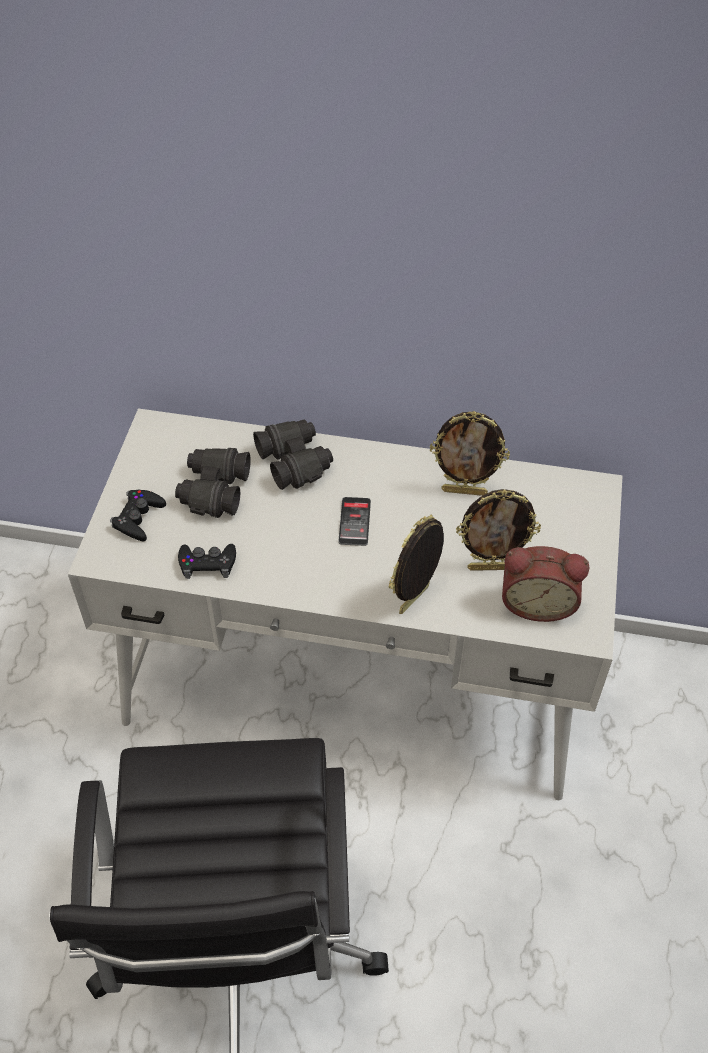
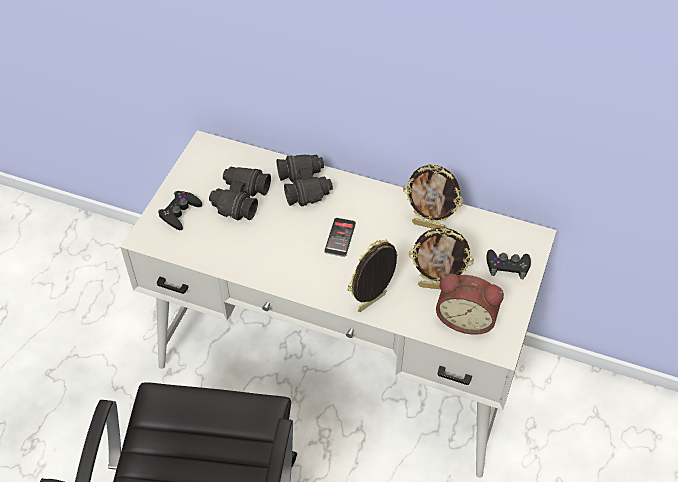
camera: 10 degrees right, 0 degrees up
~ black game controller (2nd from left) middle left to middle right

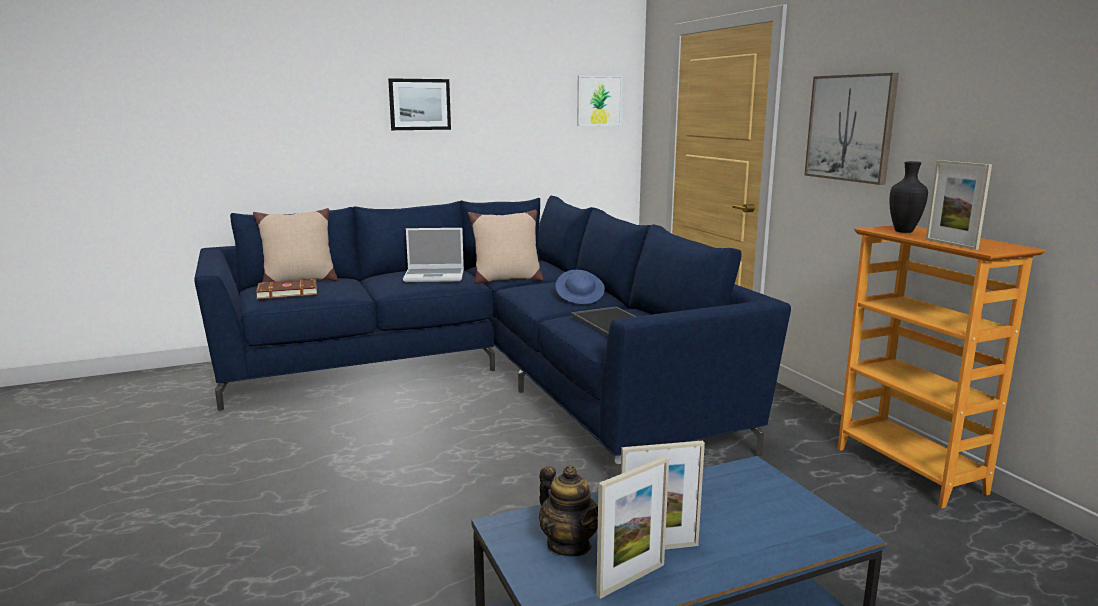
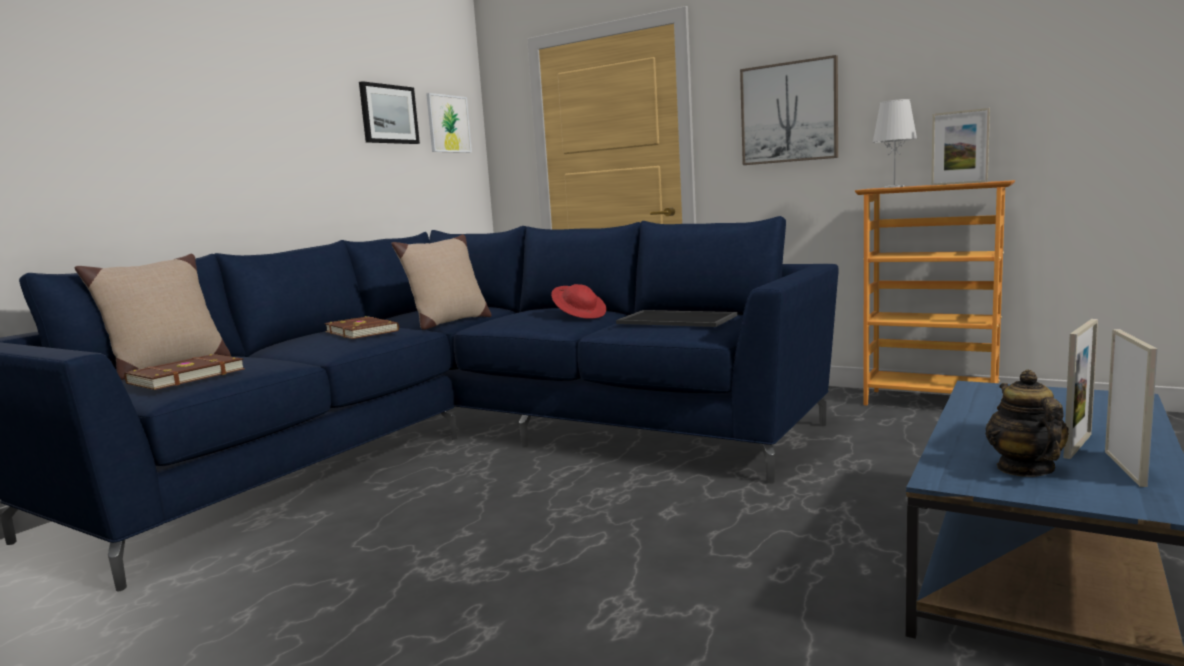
camera: 35 degrees left, 5 degrees down
~ picture (1st from left) top centre to top left
~ laptop centre to brown book (2nd from left) middle left
~ black vase top right to white table lamp top right
~ blue hat centre to red hat centre
~ teapot bottom centre = middle right 105 degrees counterclockwise

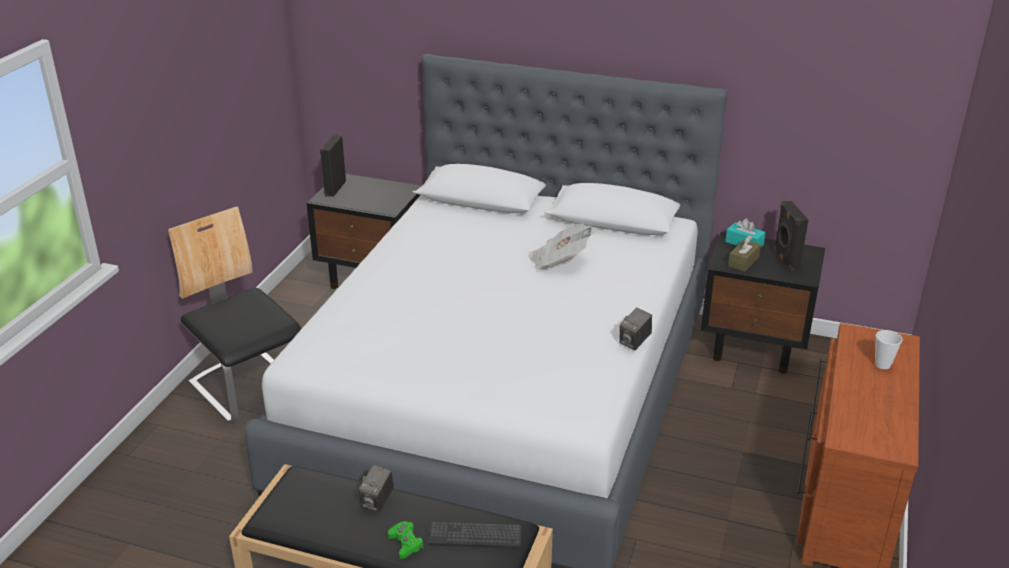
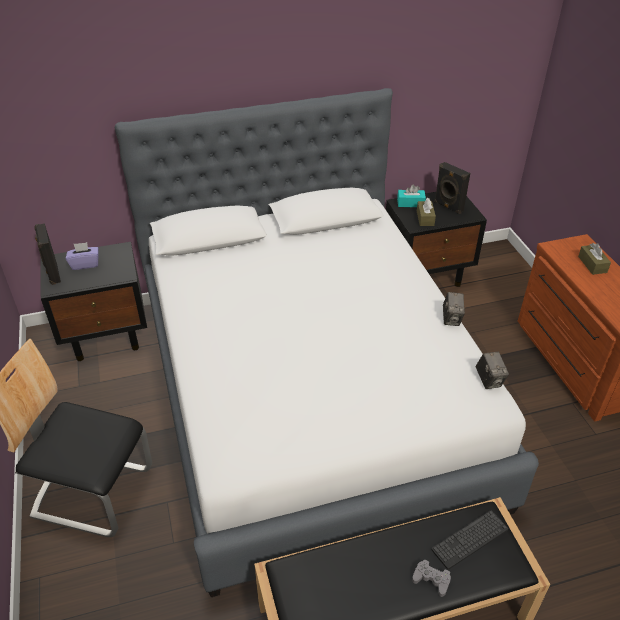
camera: 35 degrees left, 10 degrees up
- newspaper centre
+ purple tissue box middle left
~ photo camera (1st from left in the first image) bottom centre to photo camera (2nd from left) middle right
~ cup middle right to brown tissue box (2nd from left) middle right
~ green game controller bottom centre to grey game controller bottom right

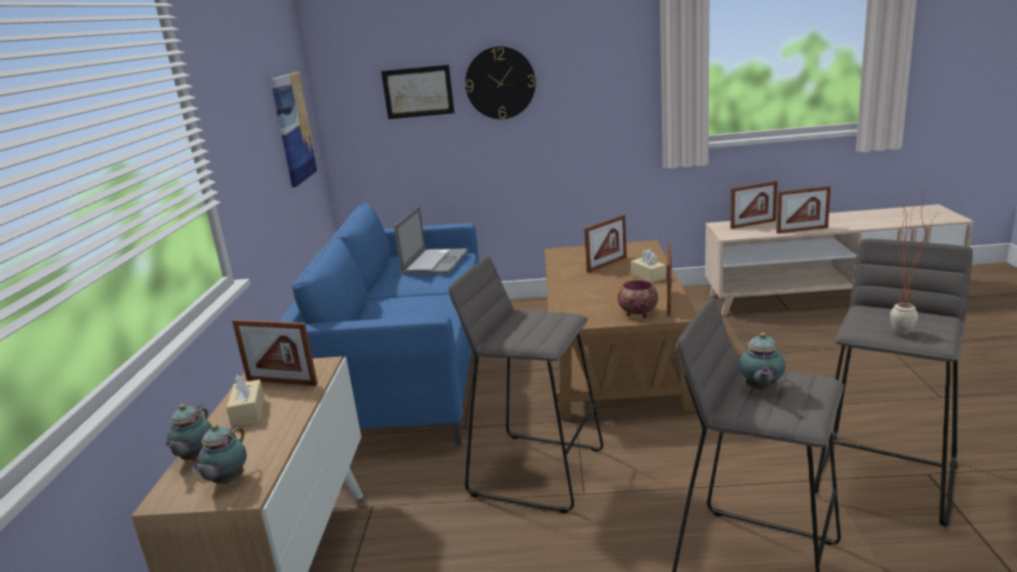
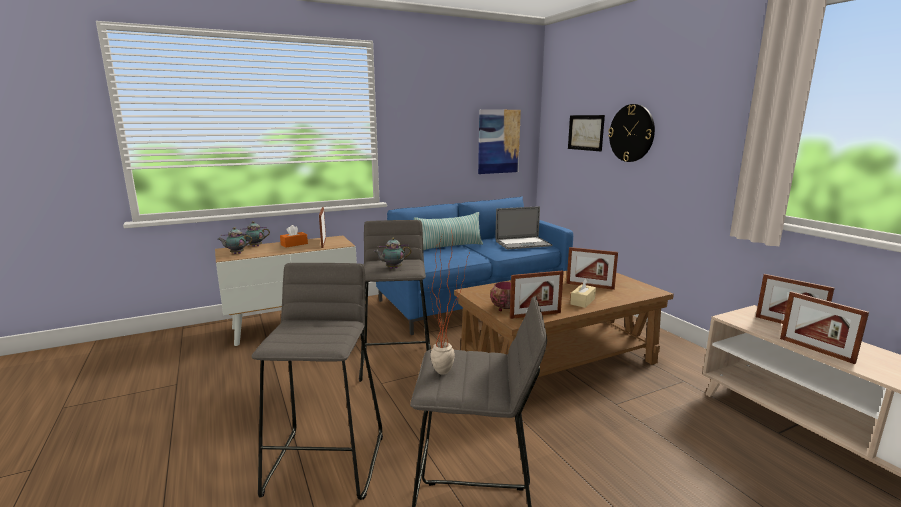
camera: 60 degrees right, 5 degrees down
+ pillow centre
~ teapot (3rd from left) middle right to centre
~ beige tissue box (1st from left) bottom left to orange tissue box middle left

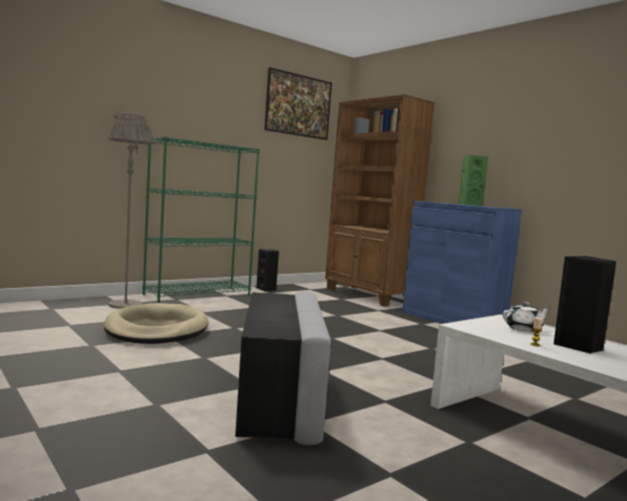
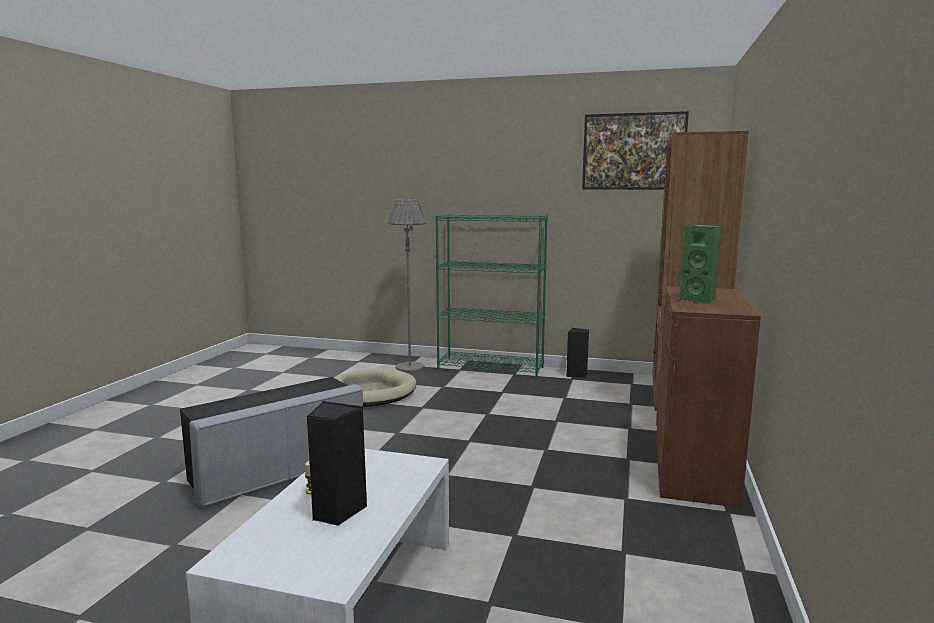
camera: 55 degrees right, 5 degrees up
- white teapot middle right
~ blue cabinet middle right to brown cabinet middle right

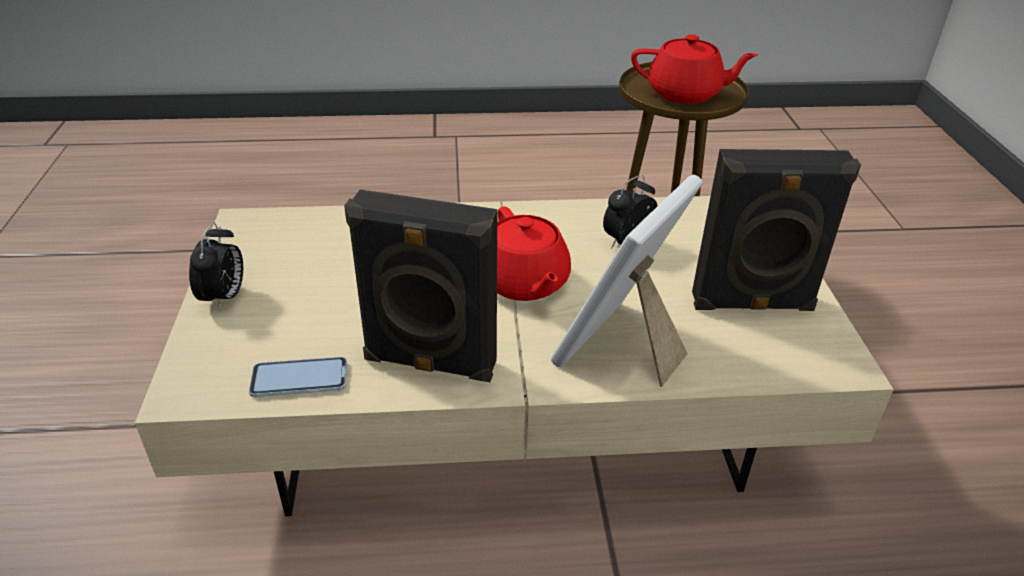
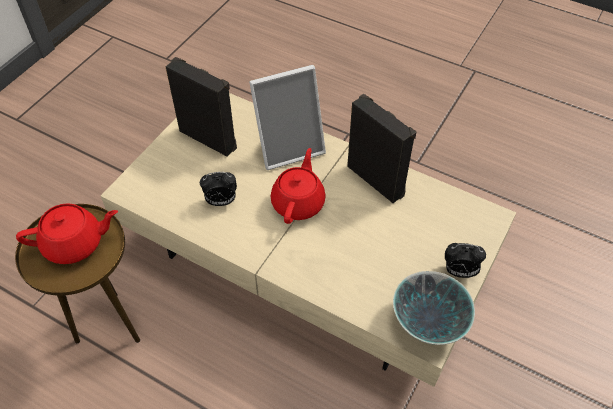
camera: 145 degrees left, 15 degrees up
- phone middle left
+ bowl bottom right
~ alarm clock (1st from left in the first image) middle left = middle right 120 degrees counterclockwise
~ red teapot (2nd from left in the first image) top right = middle left 120 degrees clockwise

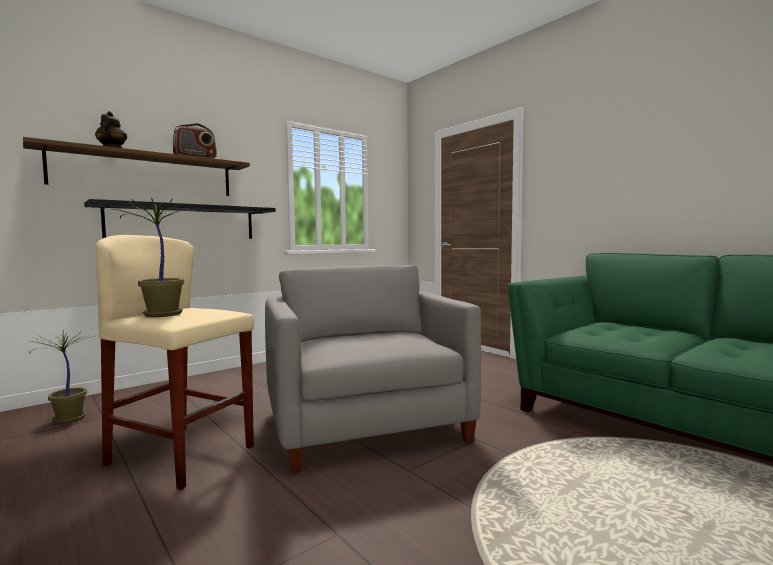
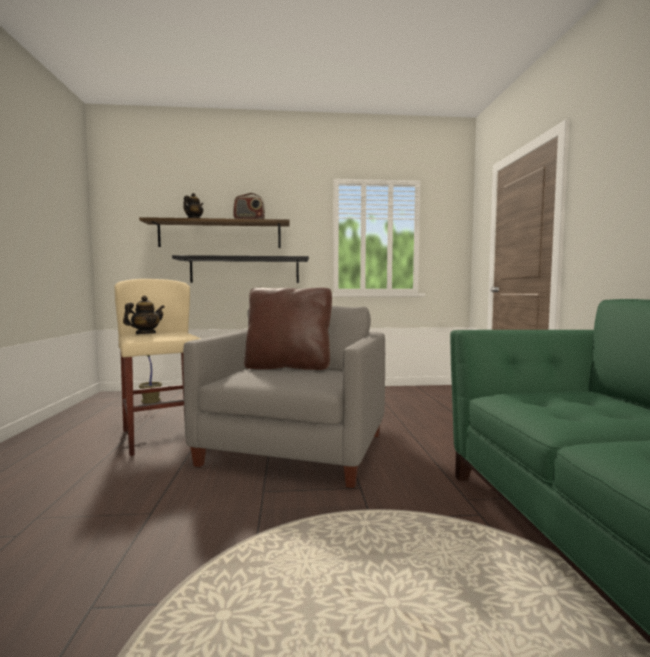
camera: 35 degrees right, 0 degrees up
+ brown pillow centre
~ potted plant (2nd from left) middle left to teapot (1st from left) middle left

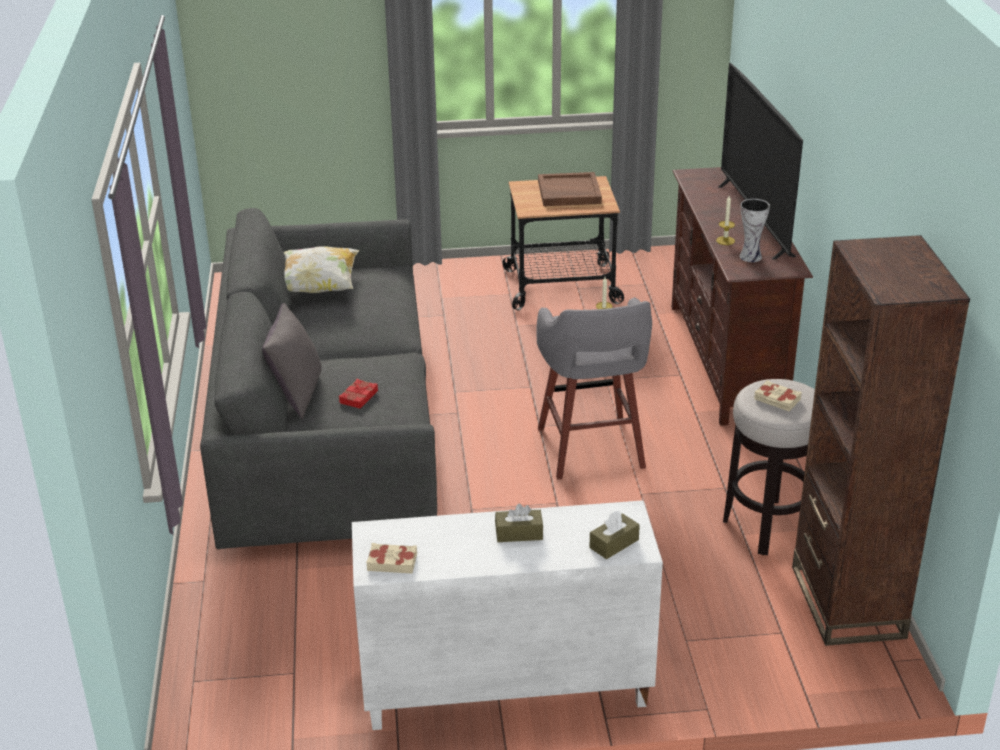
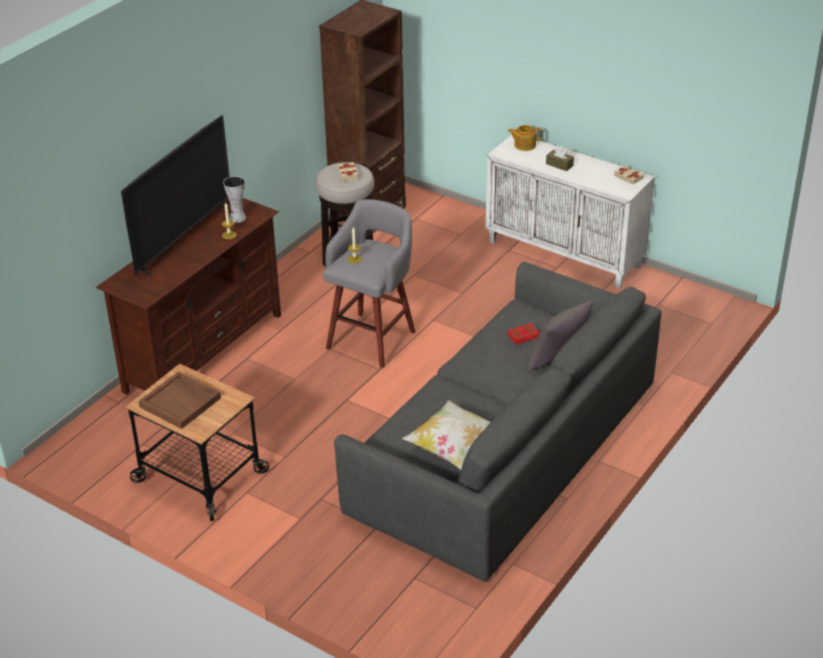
camera: 140 degrees left, 5 degrees up
~ brown tissue box (2nd from left) bottom centre to teapot top centre

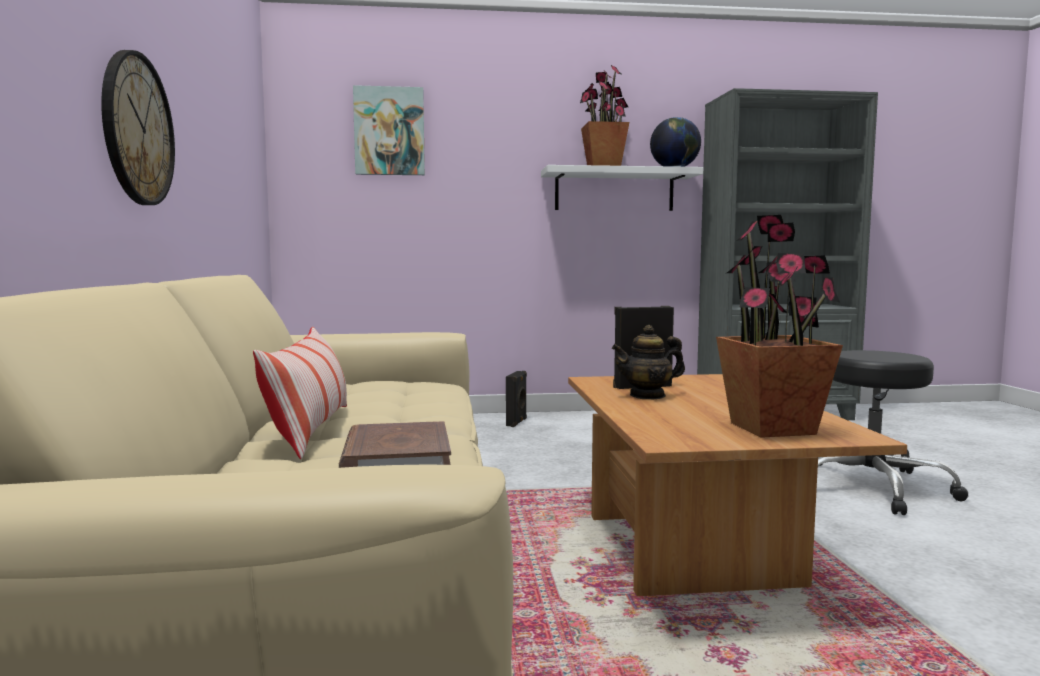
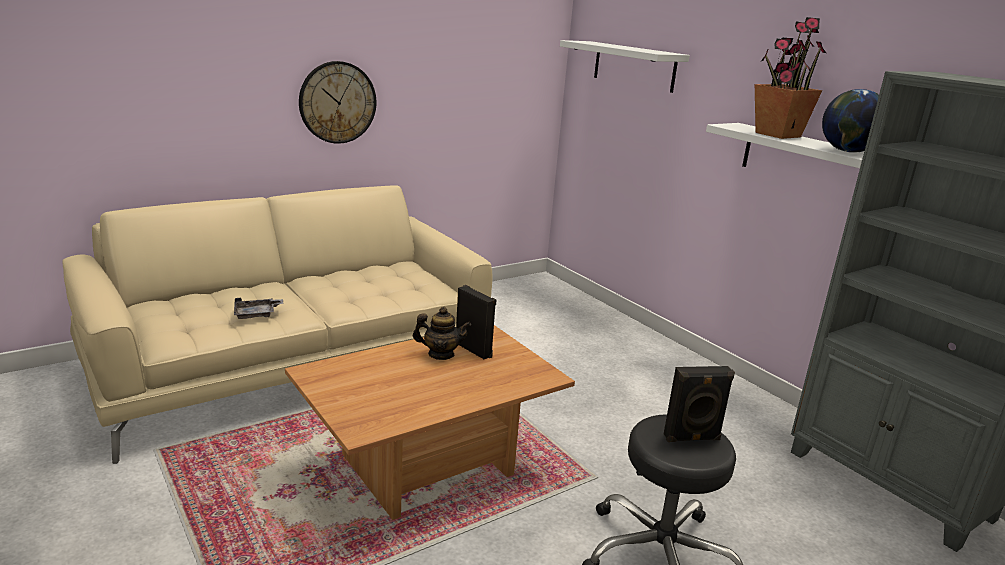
camera: 60 degrees right, 15 degrees up
- pillow middle left
- potted plant (2nd from left) middle right
~ black speaker (1st from left in the first image) centre to black speaker (2nd from left) bottom right
~ brown book centre to grey tray middle left
~ picture top centre to white shelf (1st from left) top centre
~ teapot centre = centre 135 degrees clockwise

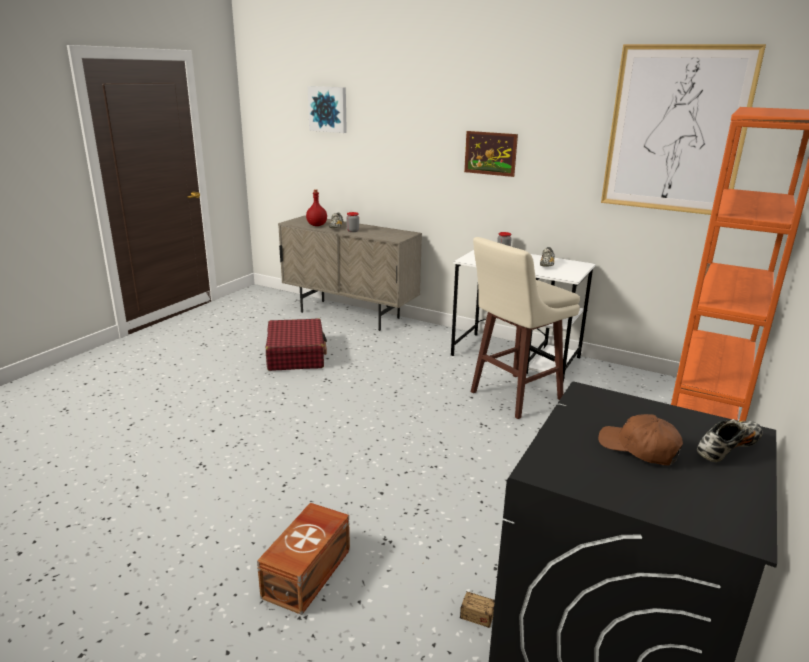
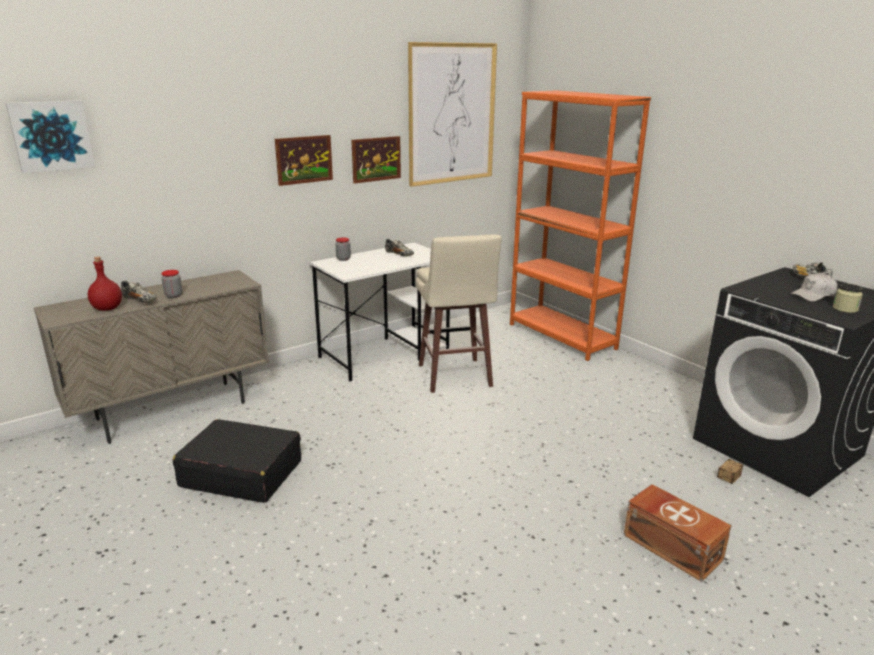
camera: 65 degrees left, 0 degrees up
+ picture (3rd from left) top centre
+ jar (3rd from left) middle right
~ red suitcase centre to black suitcase bottom left
~ brown cap middle right to white cap middle right

